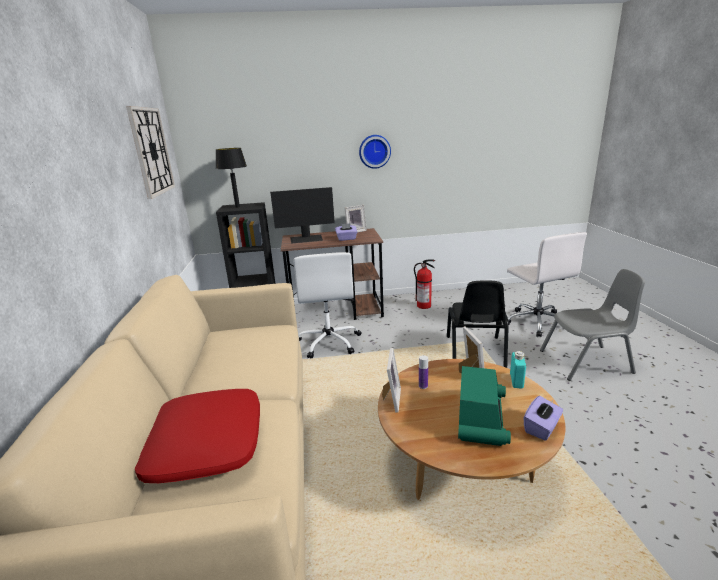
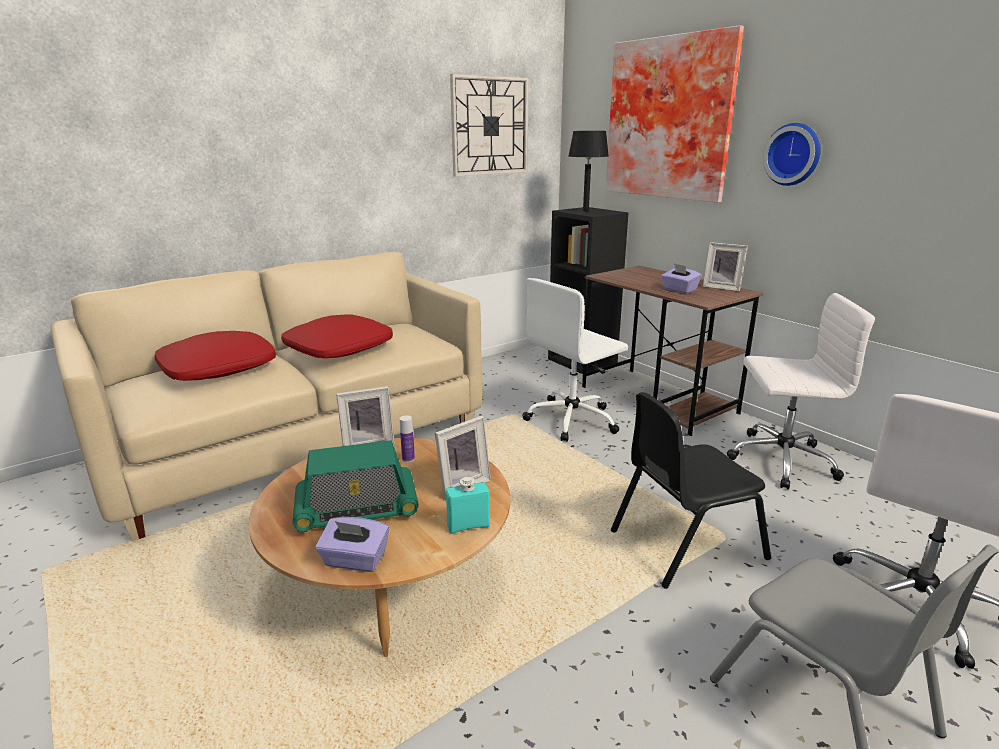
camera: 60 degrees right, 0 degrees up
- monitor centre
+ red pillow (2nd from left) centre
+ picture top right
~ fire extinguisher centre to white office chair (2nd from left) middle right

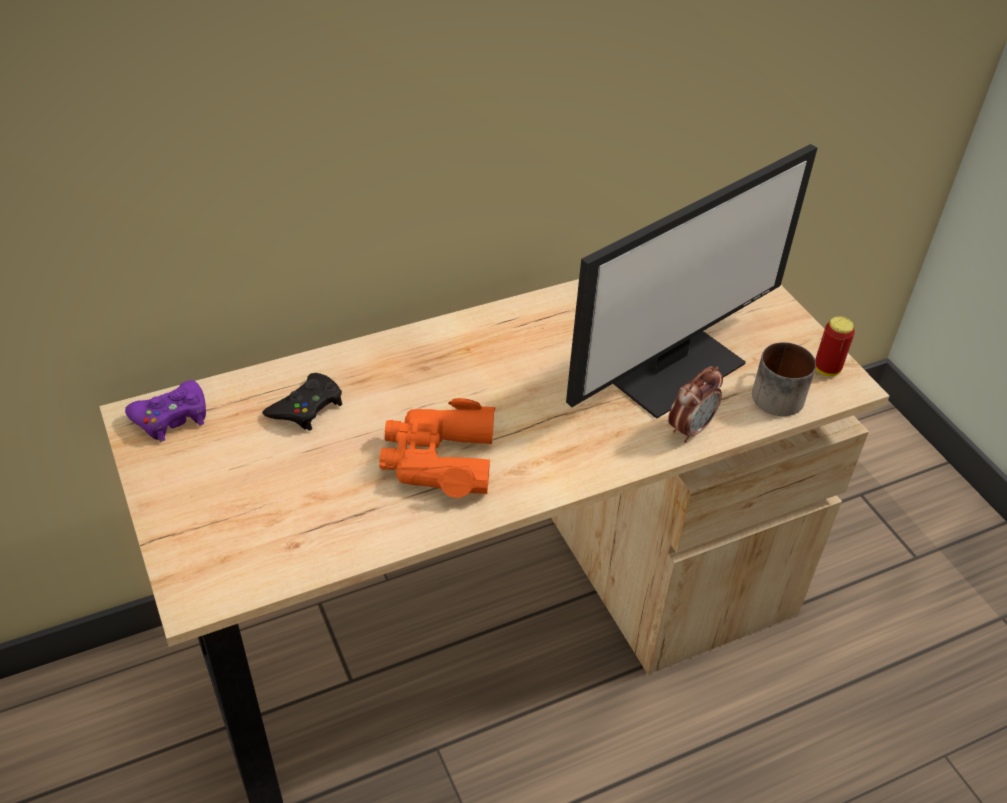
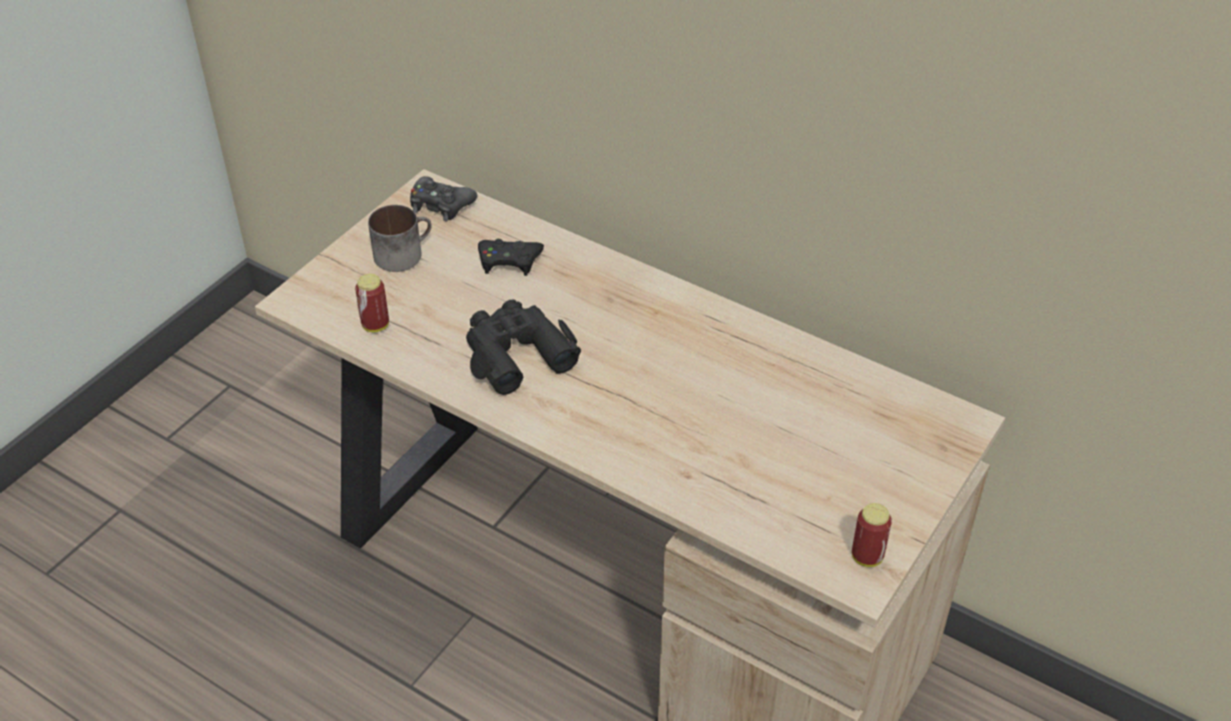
camera: 60 degrees right, 0 degrees up
- monitor middle right
- alarm clock middle right
+ can (1st from left) middle left
~ mug middle right to top left
~ purple game controller middle left to black game controller (1st from left) top centre
~ orange binoculars centre to black binoculars centre

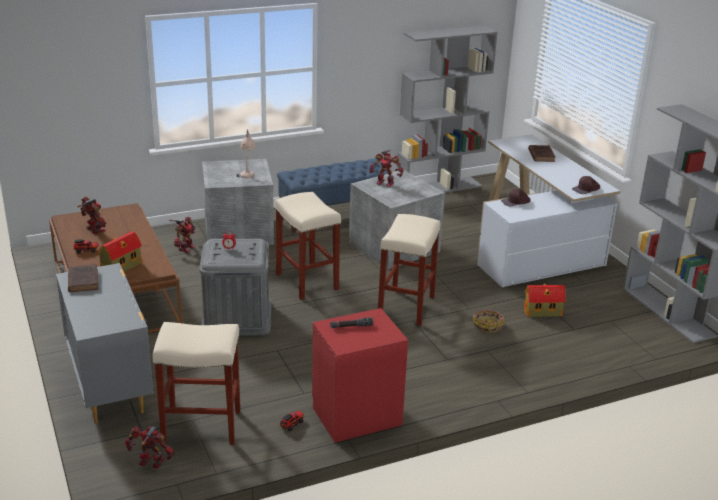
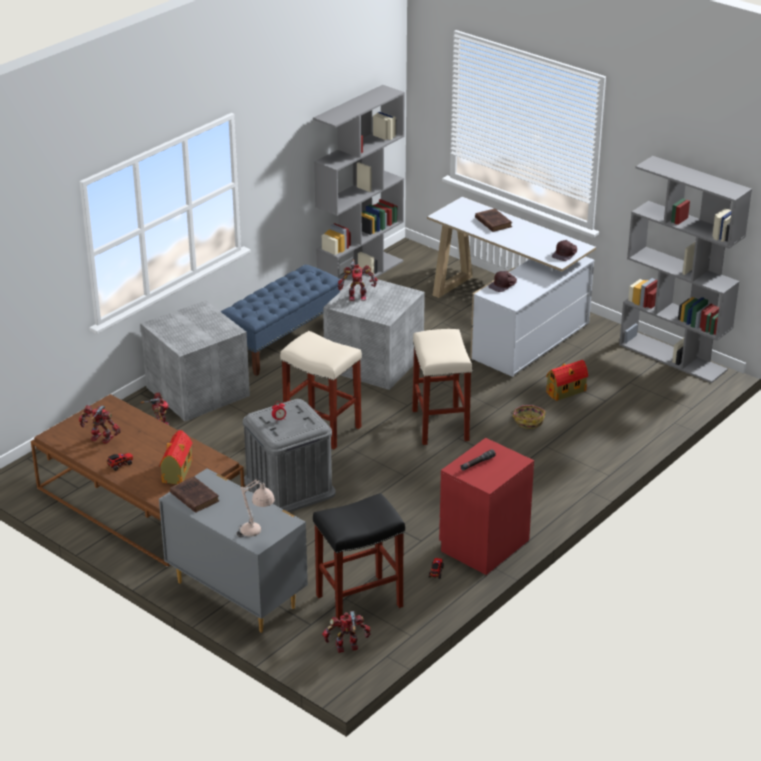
camera: 25 degrees left, 5 degrees up
~ beige table lamp top centre to bottom centre
~ beige stool (1st from left) bottom left to black stool bottom centre

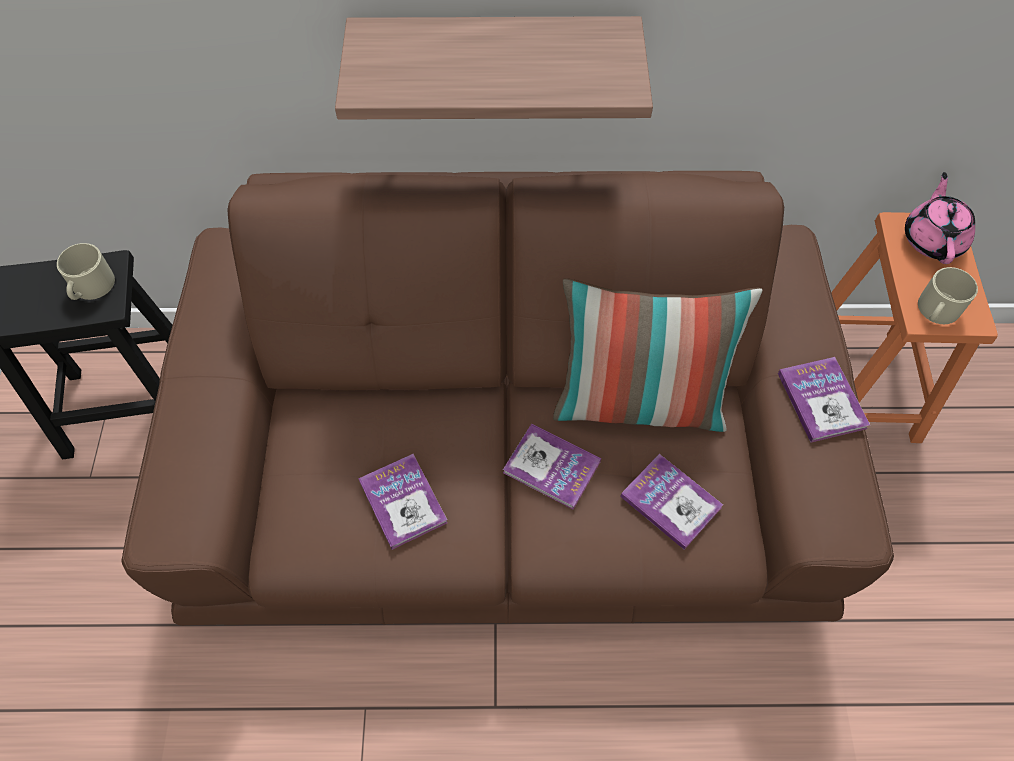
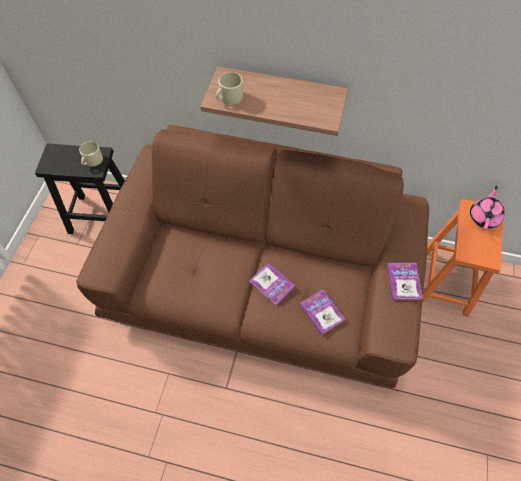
camera: 15 degrees right, 0 degrees up
- book (1st from left) centre
- pillow centre
~ beige mug (2nd from left) middle right to top centre

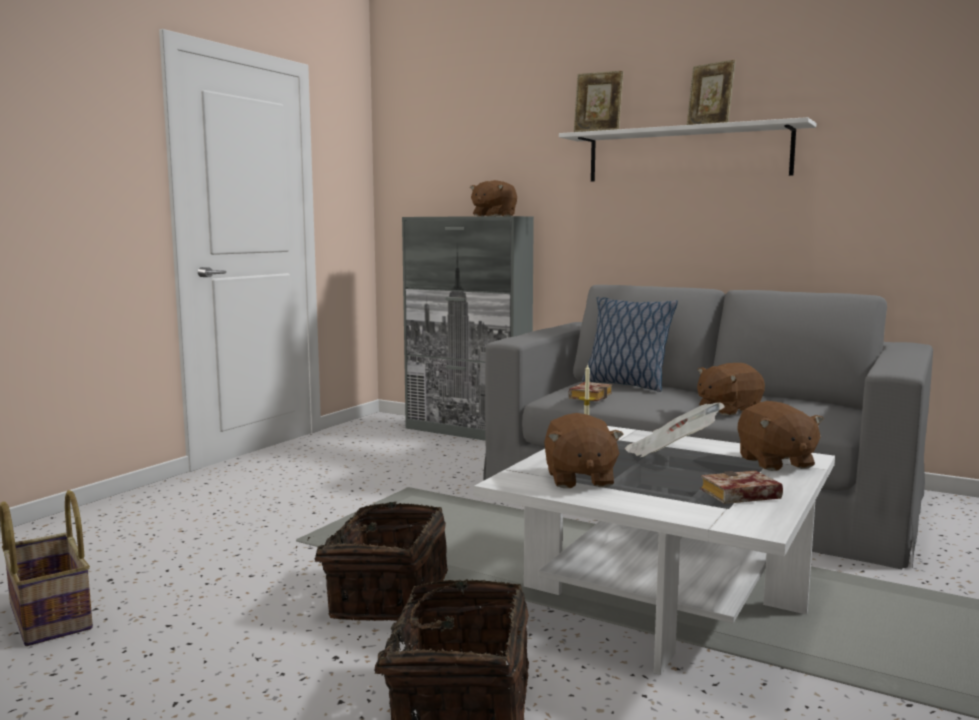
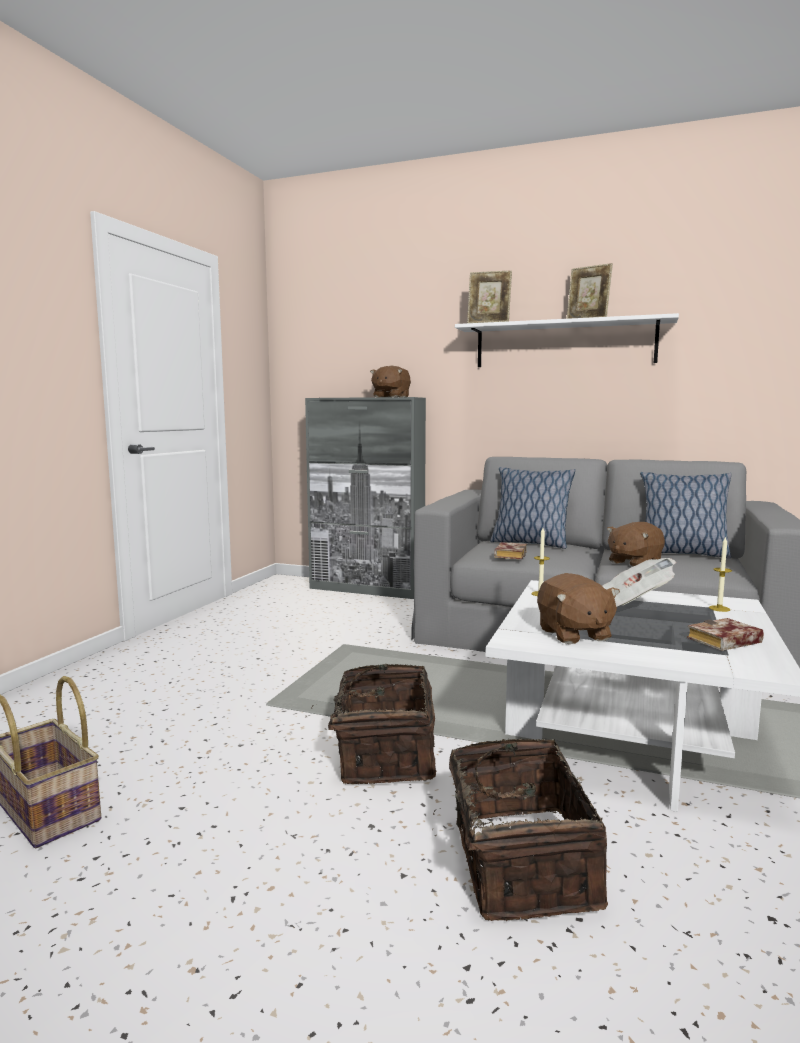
camera: 10 degrees left, 0 degrees up
+ pillow (2nd from left) middle right
~ brown plush toy (4th from left) middle right to candle (2nd from left) middle right

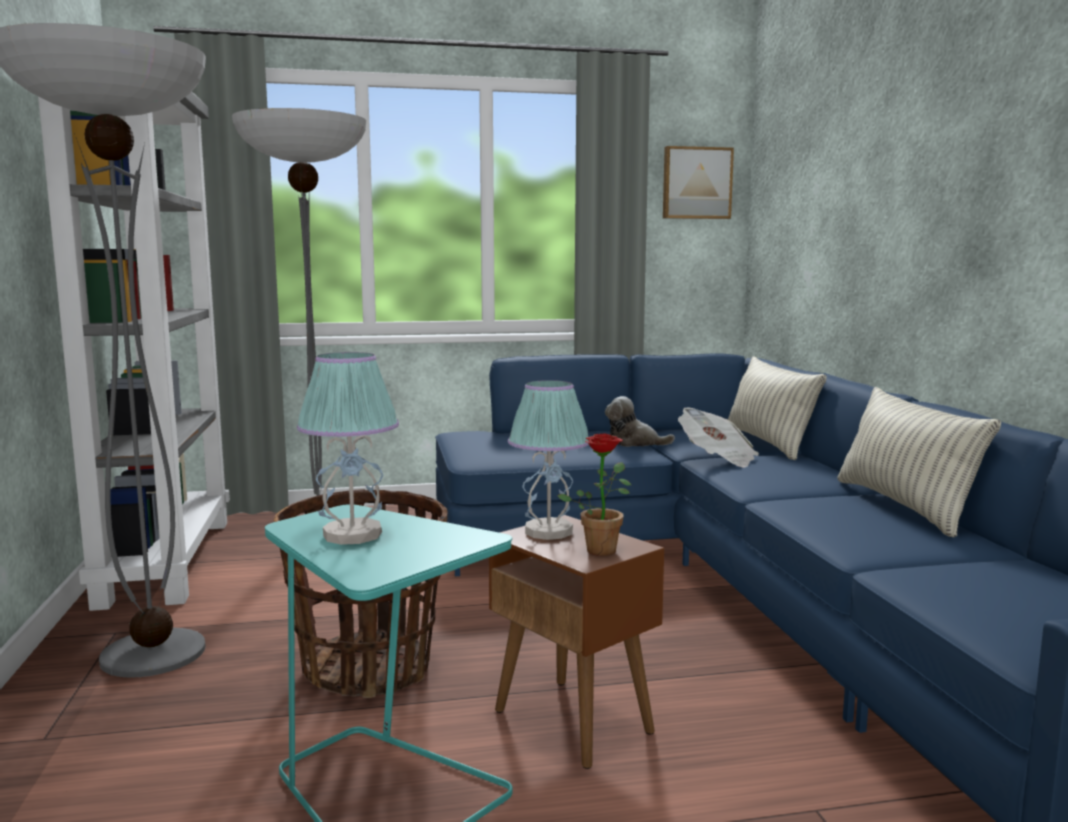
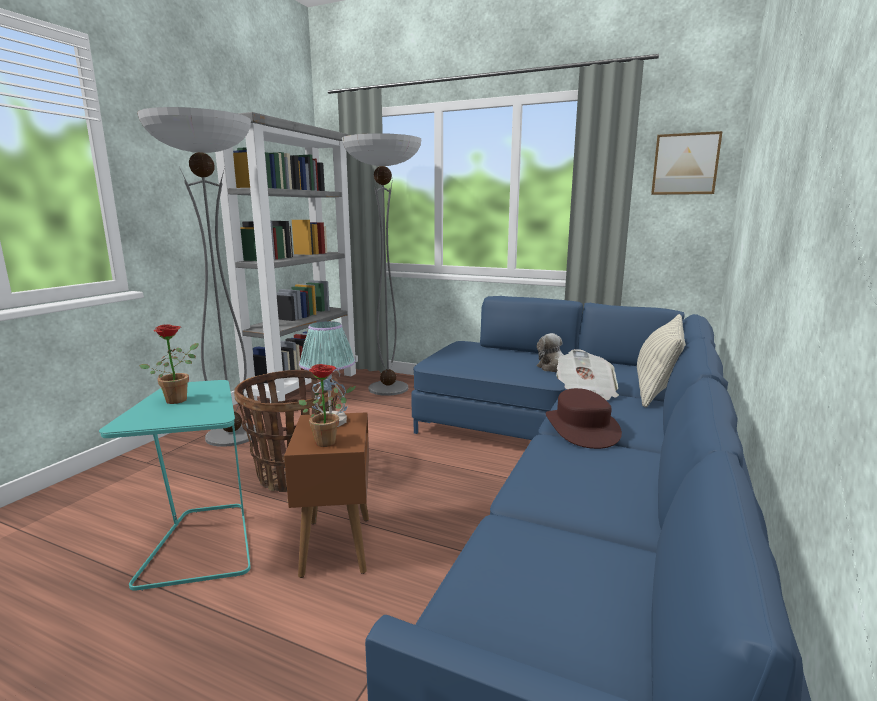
camera: 35 degrees right, 5 degrees up
- pillow (2nd from left) middle right
+ brown hat centre
~ table lamp (1st from left) middle left to potted plant (1st from left) middle left

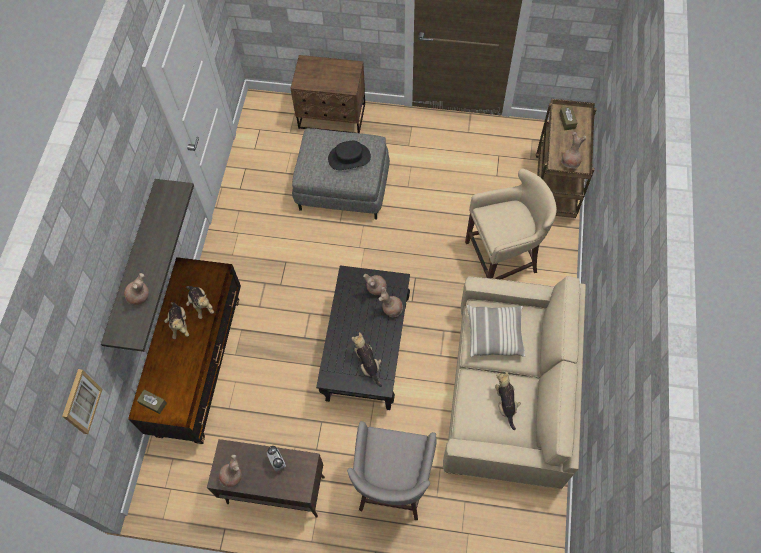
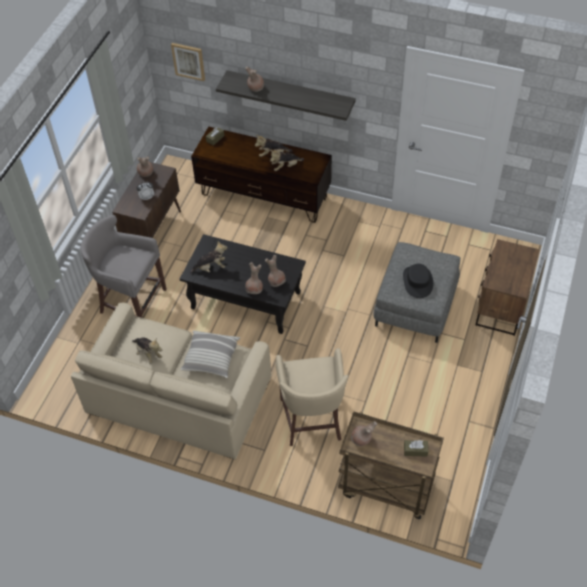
camera: 100 degrees right, 10 degrees down
~ plush toy (4th from left in the first image) bottom right = middle left 45 degrees clockwise

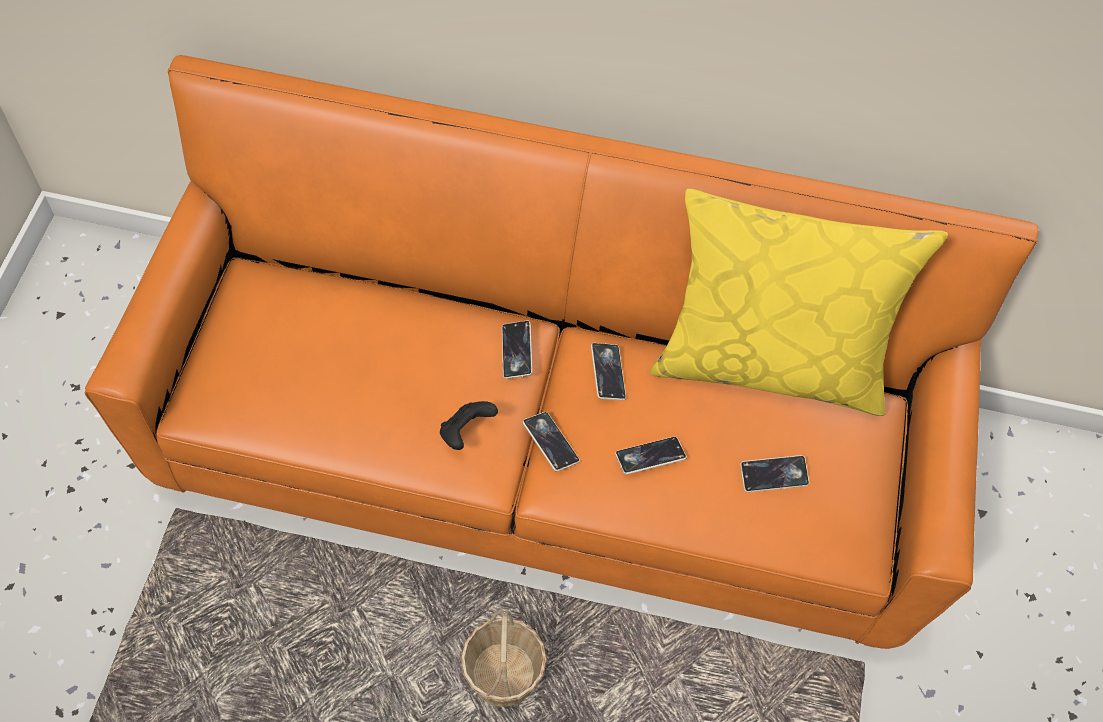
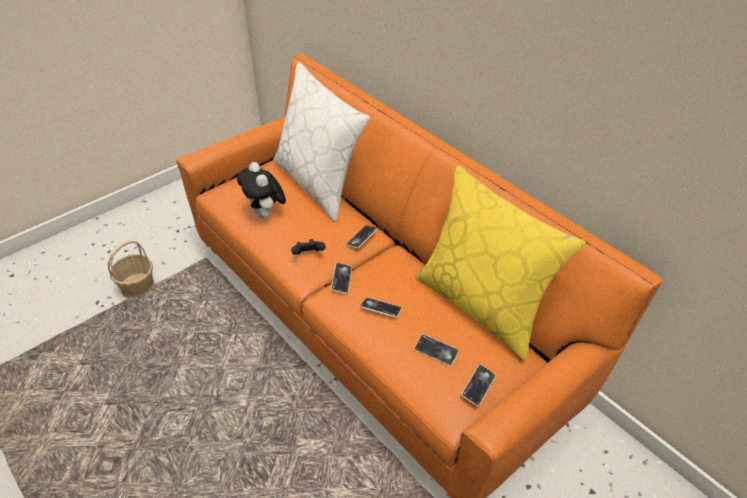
camera: 40 degrees right, 15 degrees down
+ plush toy centre
+ white pillow top centre
~ basket bottom centre to middle left
~ phone (3rd from left in the first image) centre to phone (5th from left) bottom centre

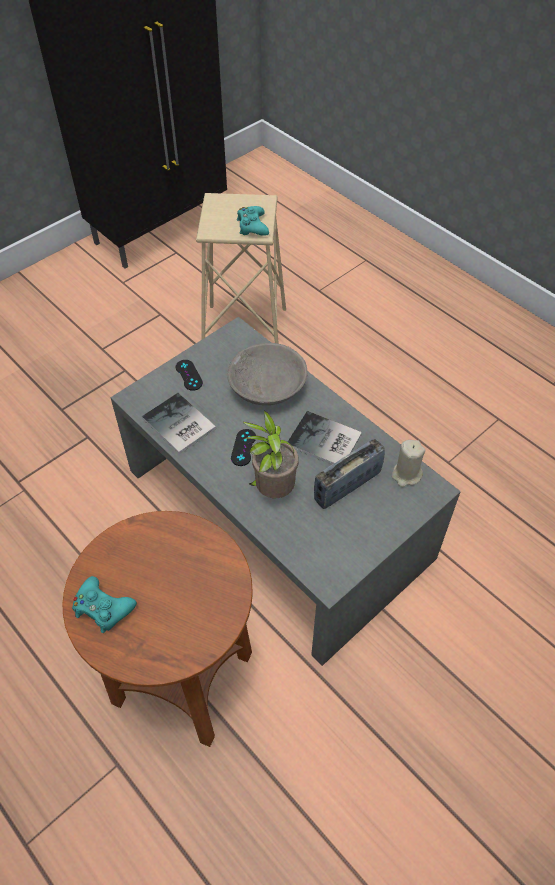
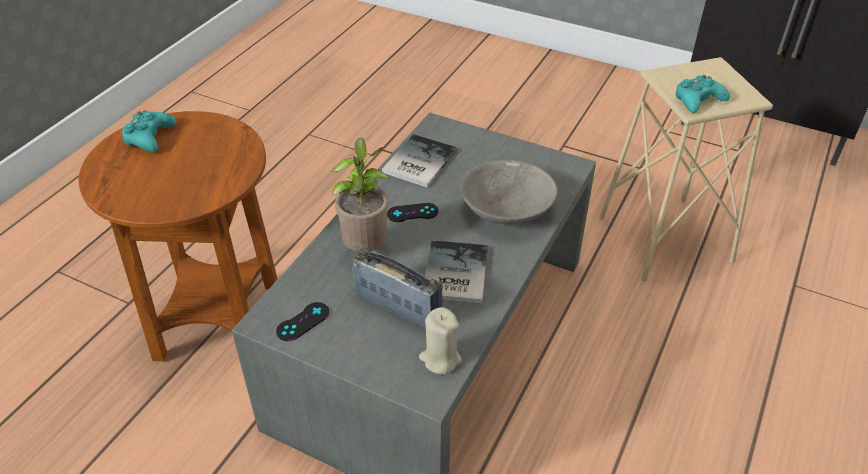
camera: 70 degrees right, 10 degrees down
~ black game controller (1st from left) centre to bottom centre

